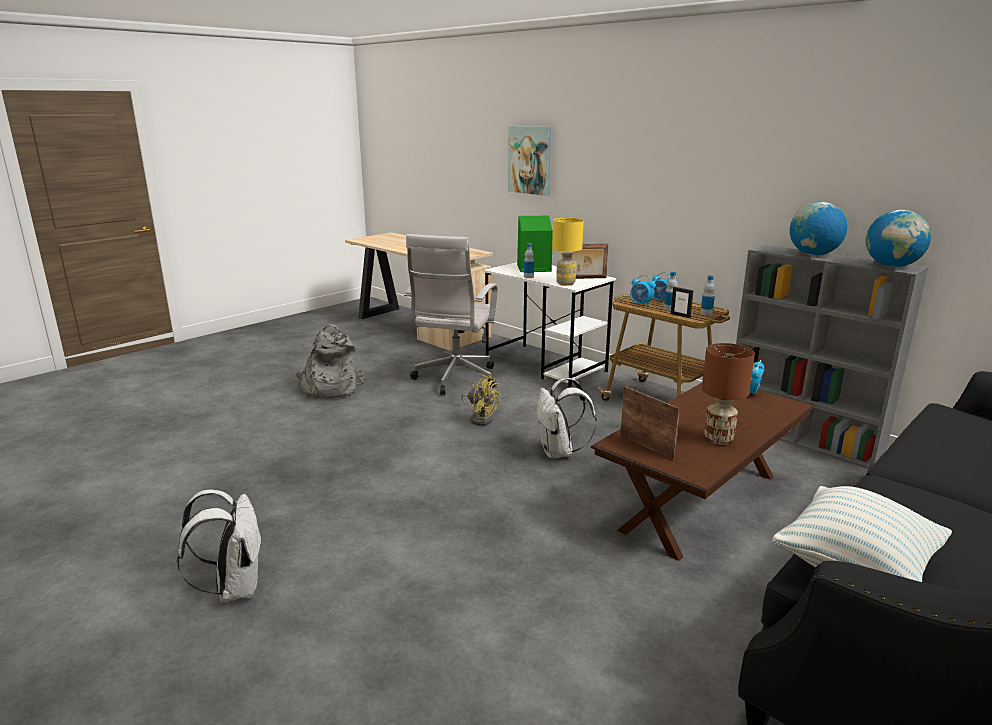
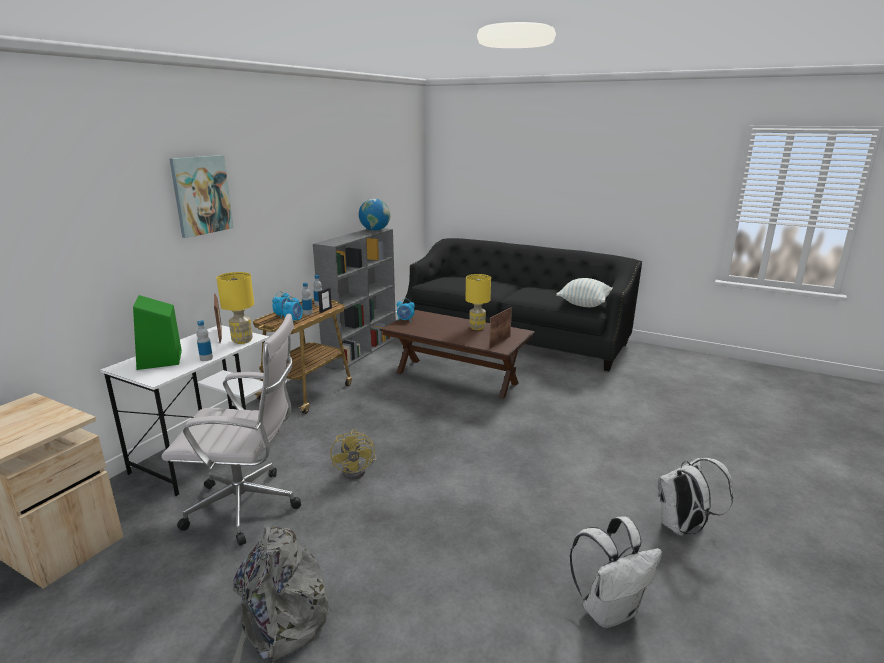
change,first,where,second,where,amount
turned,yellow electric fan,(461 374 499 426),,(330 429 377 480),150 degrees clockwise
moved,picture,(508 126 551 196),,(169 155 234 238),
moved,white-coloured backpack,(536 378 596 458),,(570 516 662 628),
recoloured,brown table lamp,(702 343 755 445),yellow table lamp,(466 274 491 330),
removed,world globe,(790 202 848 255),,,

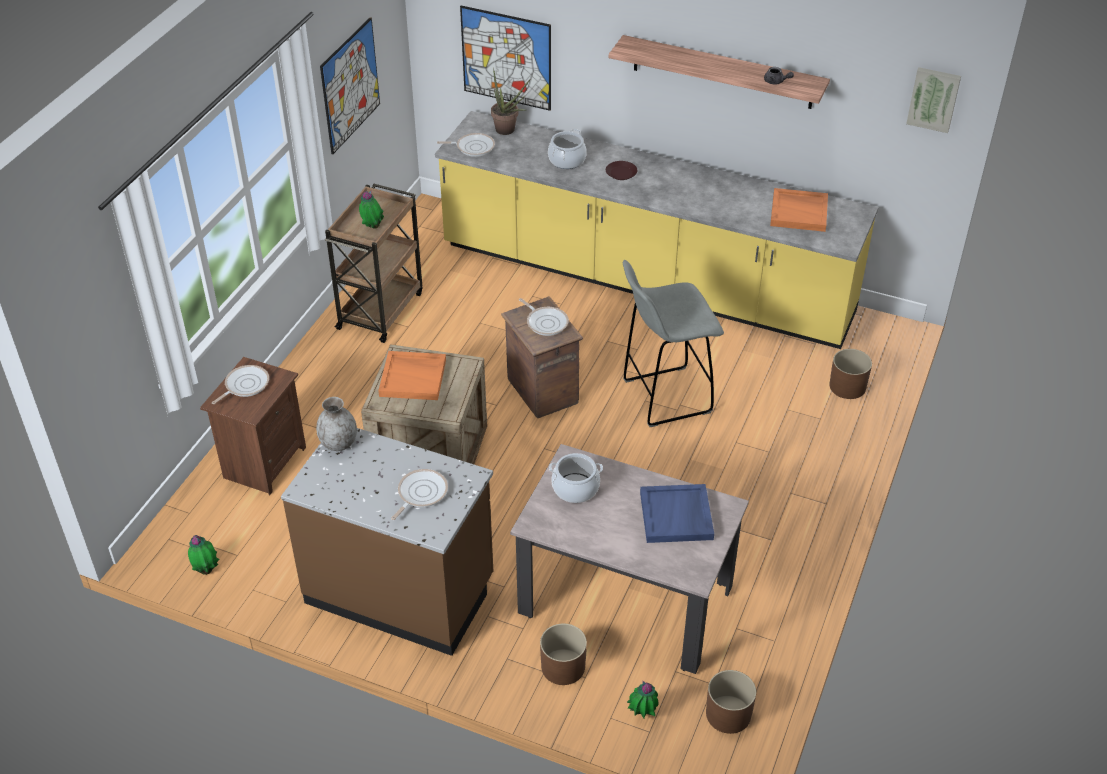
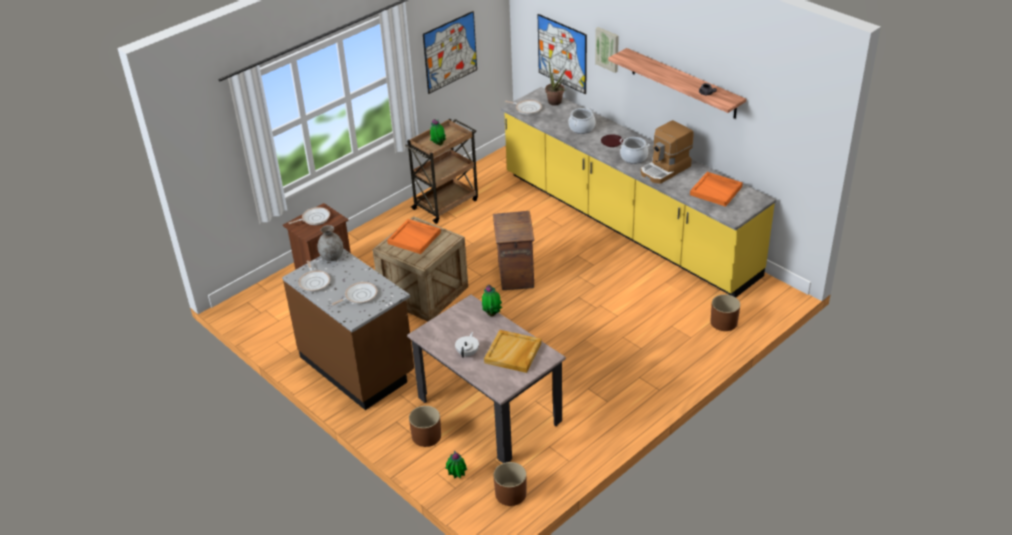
change,first,where,second,where,amount
moved,potted plant,(188 535 219 575),,(482 285 502 316),
moved,frying pan,(519 298 569 336),,(298 261 330 292),
moved,saucepot,(549 453 603 503),,(620 137 650 164),
removed,grey stool,(623 260 724 427),,,
recoloured,blue-coloured tray,(640 484 714 543),beige tray,(484 330 542 373),
moved,picture,(906 67 961 133),,(595 27 619 73),
added,,,white-coloured tea pot,(455 332 479 358),
added,,,coffee maker,(641 120 694 184),

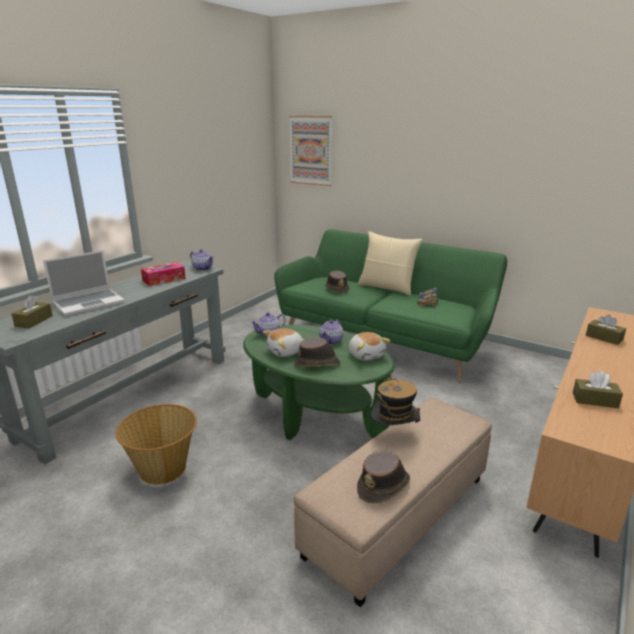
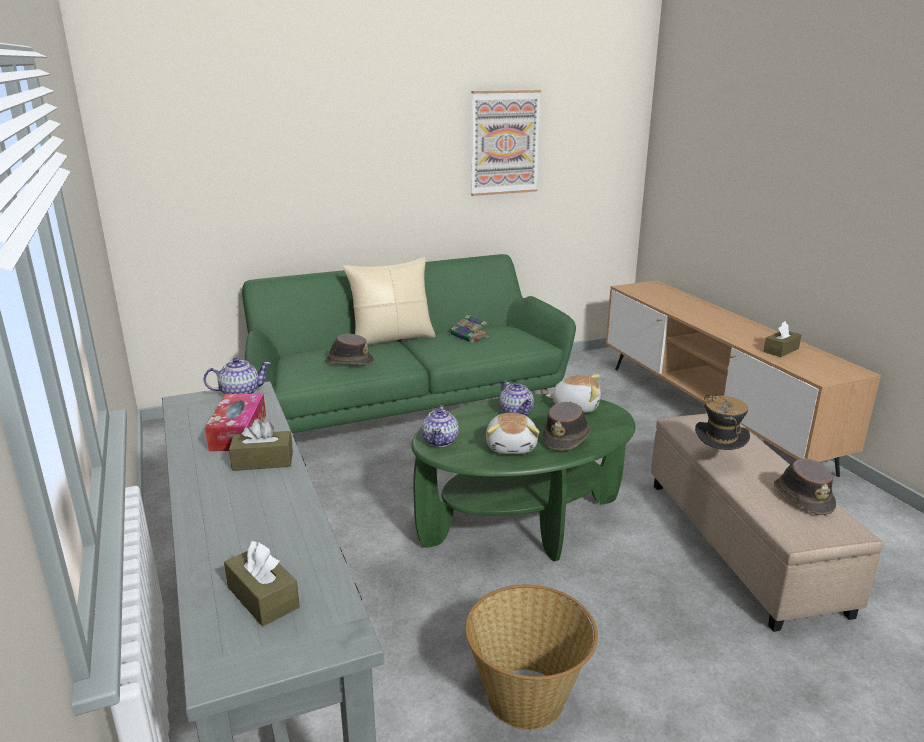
change,first,where,second,where,amount
removed,portable computer,(43 250 125 316),,,
moved,picture,(289 116 332 186),,(471 90 541 196),
moved,brown tissue holder,(586 314 626 345),,(229 419 293 471),

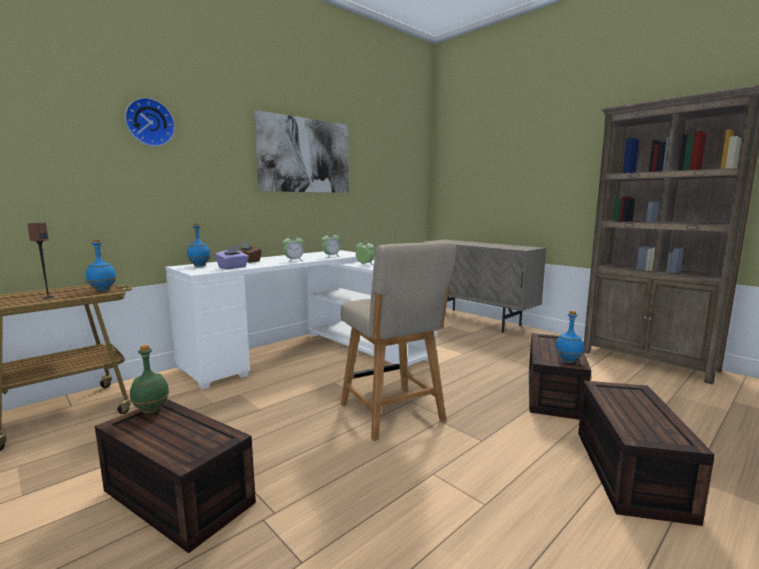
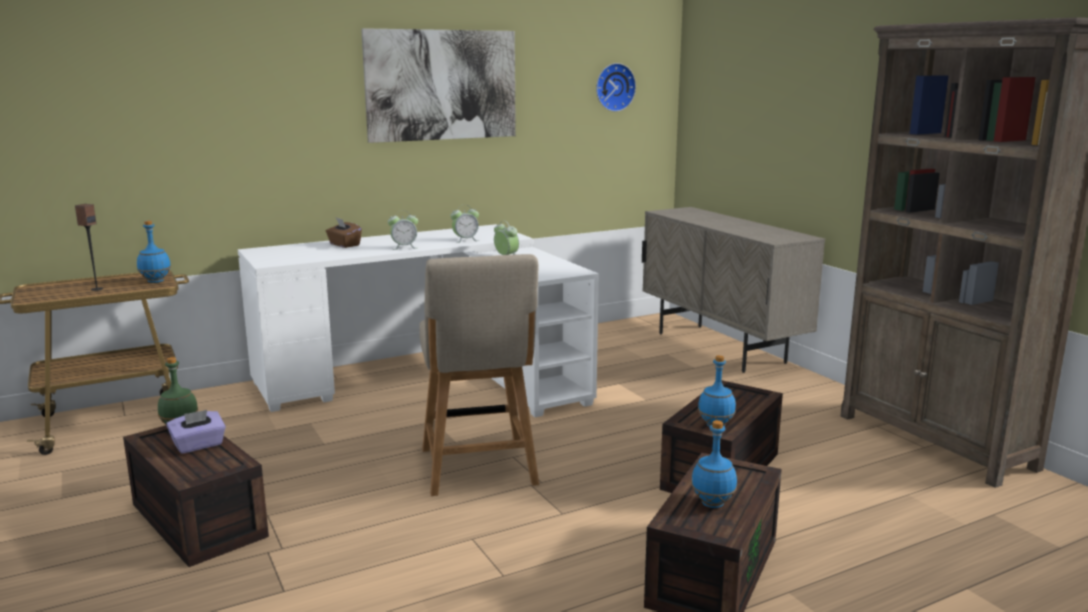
change,first,where,second,where,amount
moved,clock on the wall,(125 98 175 146),,(596 63 636 112),
moved,blue-coloured drink bottle,(187 223 211 267),,(691 420 737 508),
moved,purple-coloured tissue holder,(215 246 249 269),,(167 410 226 454),

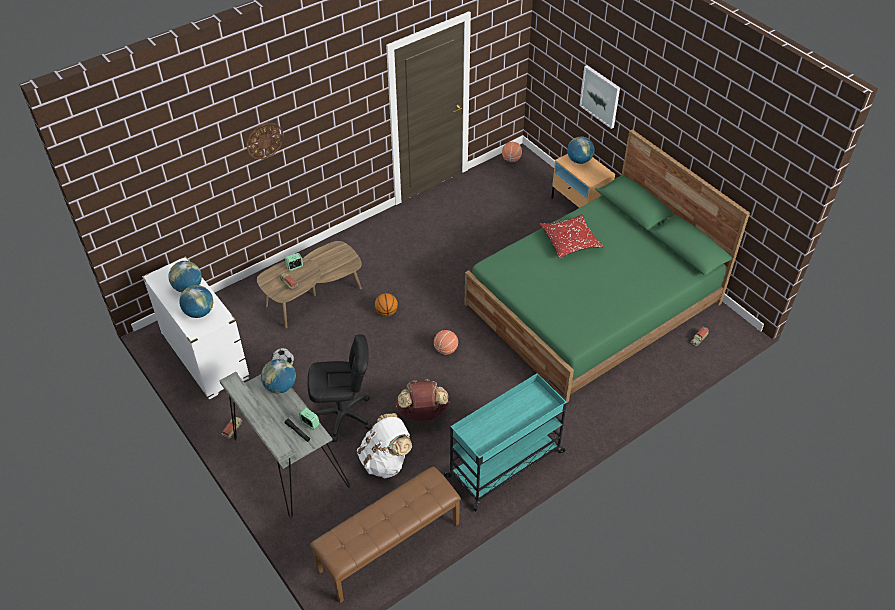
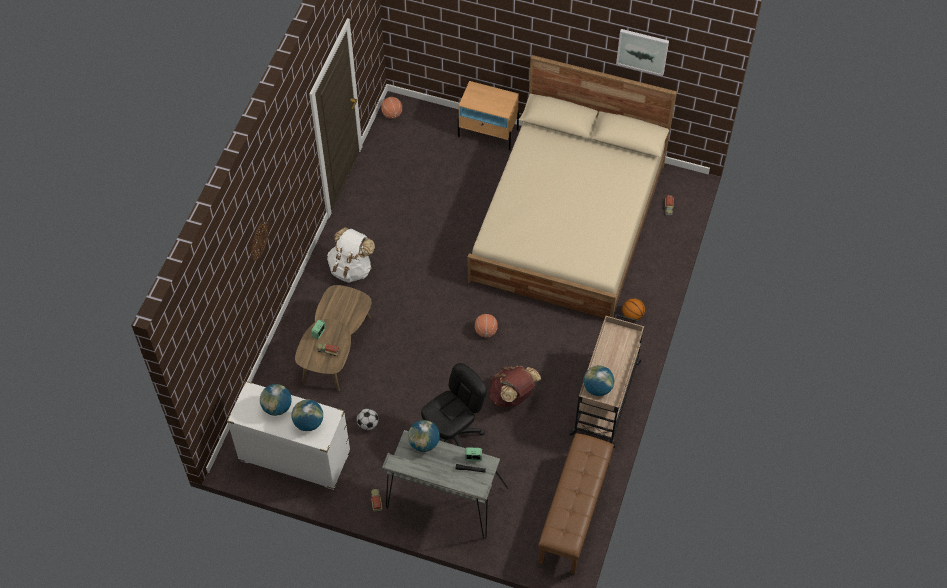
change,first,where,second,where,amount
moved,white-coloured backpack,(357 413 412 479),,(327 227 375 283),
moved,basketball ball,(375 293 398 316),,(622 298 645 321),
recoloured,turquoise-coloured trolley,(443 373 567 511),beige trolley,(568 314 644 448),
recoloured,green-coloured bedroom bed,(465 129 750 402),beige bedroom bed,(468 55 677 318),
removed,red cushion,(540 214 604 258),,,
moved,world globe,(567 136 594 164),,(583 365 614 396),
moved,picture,(579 65 620 129),,(616 29 669 76),

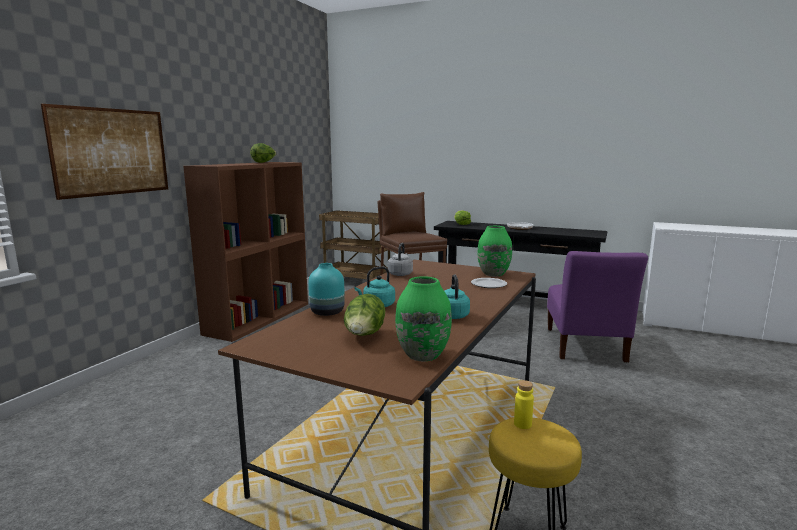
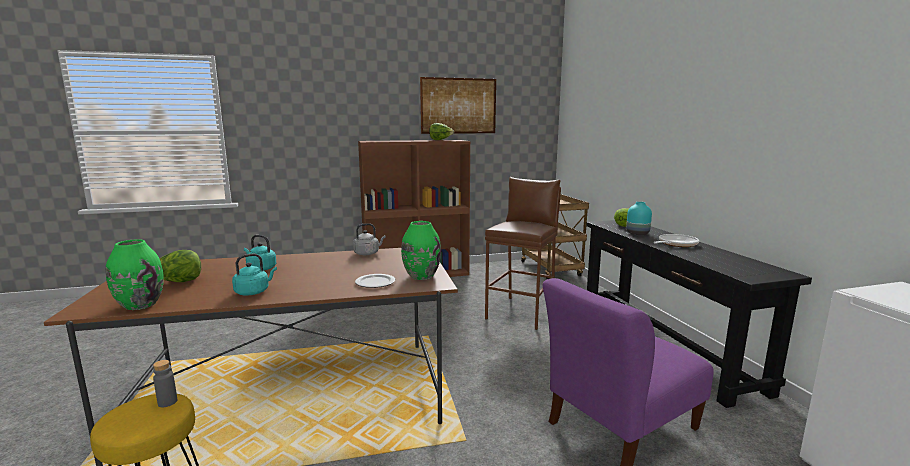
change,first,where,second,where,amount
moved,picture,(41 104 168 200),,(420 77 496 134),
moved,turquoise-coloured decorative vase,(308 263 345 316),,(626 202 652 235),
recoloured,yellow drink bottle,(514 380 534 429),grey drink bottle,(153 360 177 407),

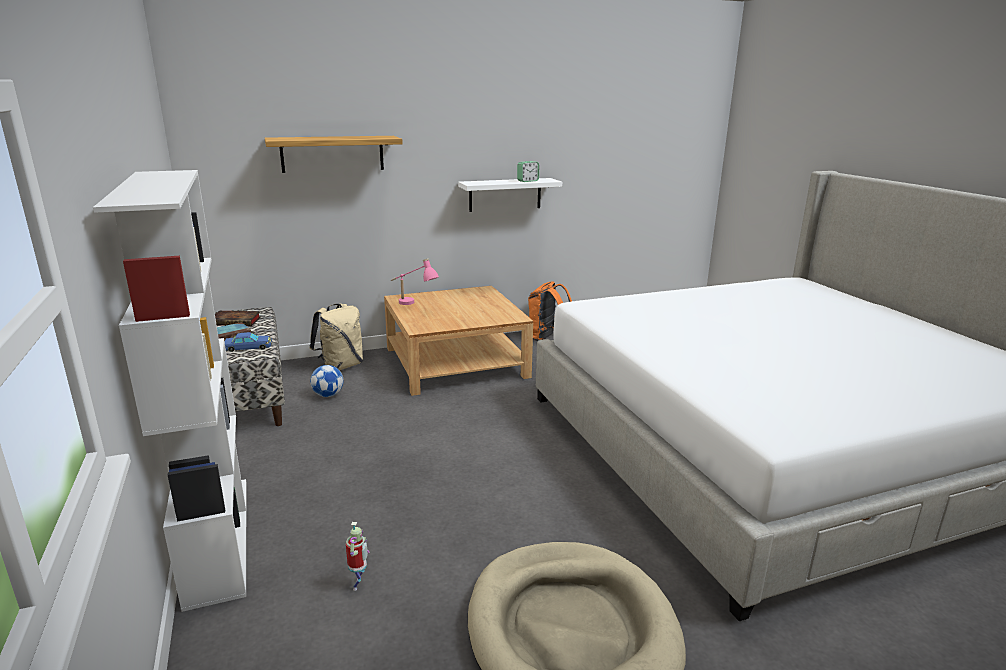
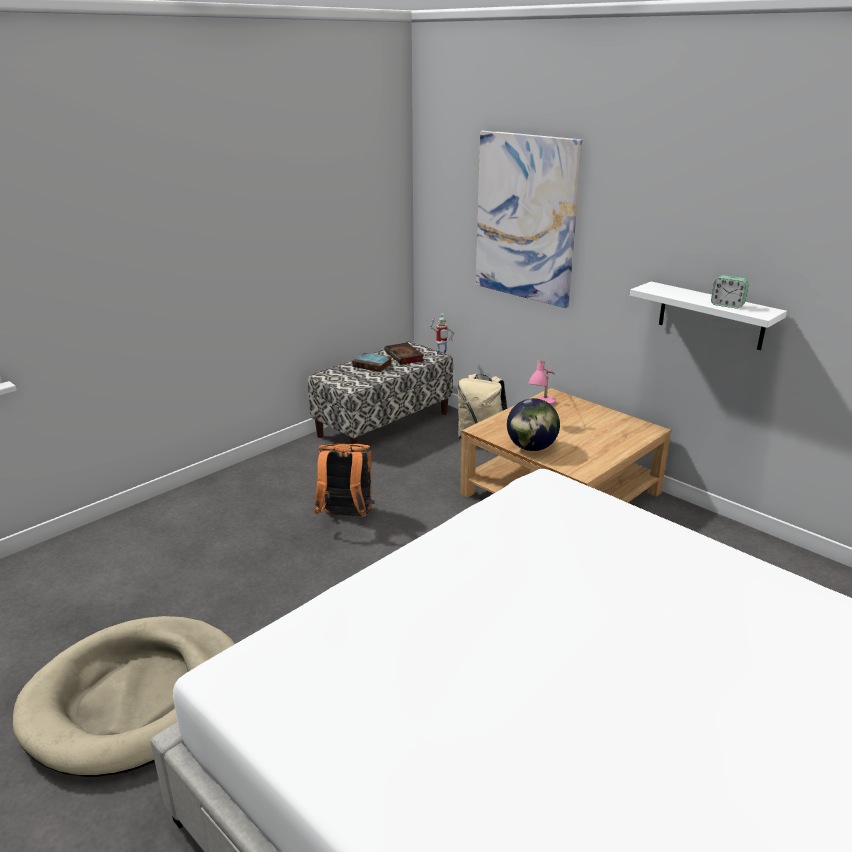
change,first,where,second,where,amount
removed,white-coloured shelving unit,(93 170 246 612),,,
removed,blue-coloured miniature car,(224 332 272 352),,,
replaced,bracket shelf,(265 136 403 173),picture,(476 130 583 308),
removed,football,(310 365 344 397),,,
moved,toy robot,(346 522 370 591),,(430 314 454 356),
moved,orangey backpack,(528 282 572 341),,(314 444 375 517),
added,,,world globe,(507 398 560 451),

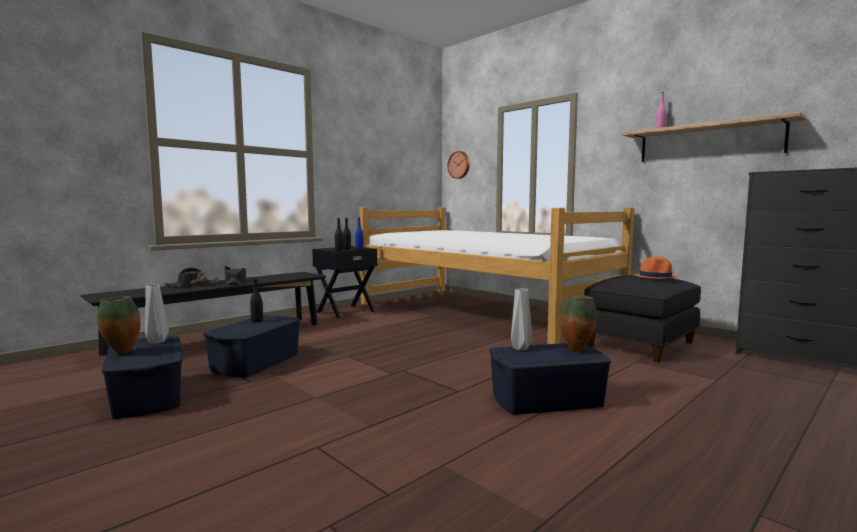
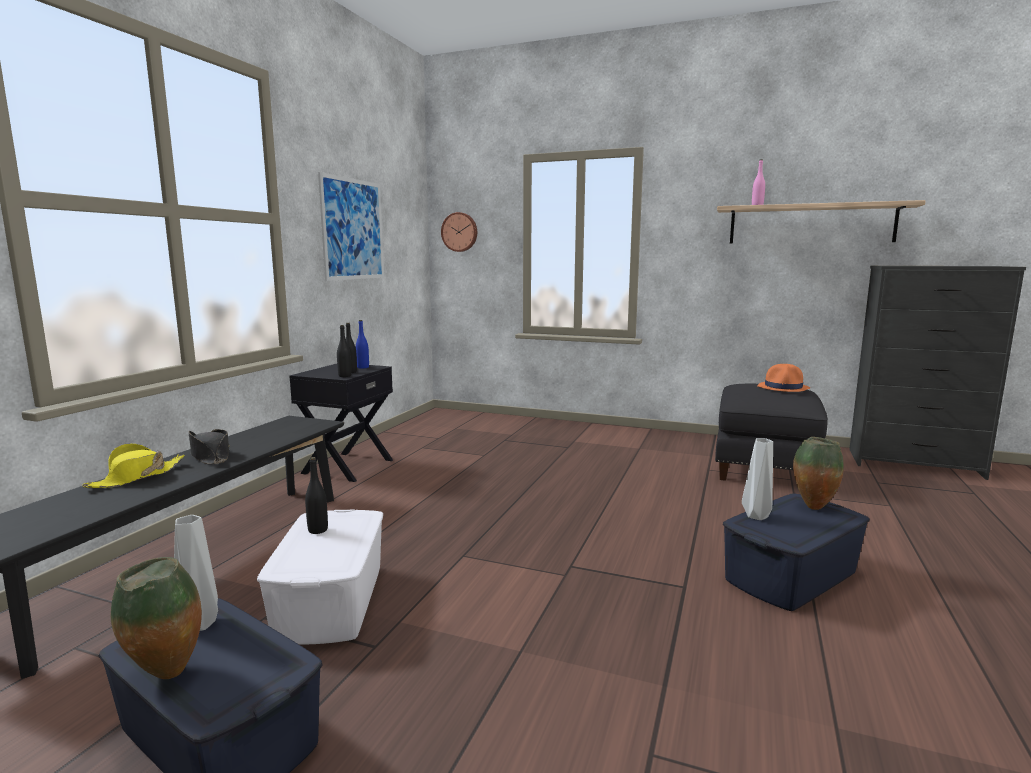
change,first,where,second,where,amount
recoloured,black-coloured wearable hat,(164 268 219 287),yellow wearable hat,(82 444 184 488),
recoloured,blue-coloured storage bin,(203 315 300 377),white-coloured storage bin,(257 509 383 644),
removed,bedroom bed,(359 207 634 344),,,
added,,,picture,(318 172 384 281),

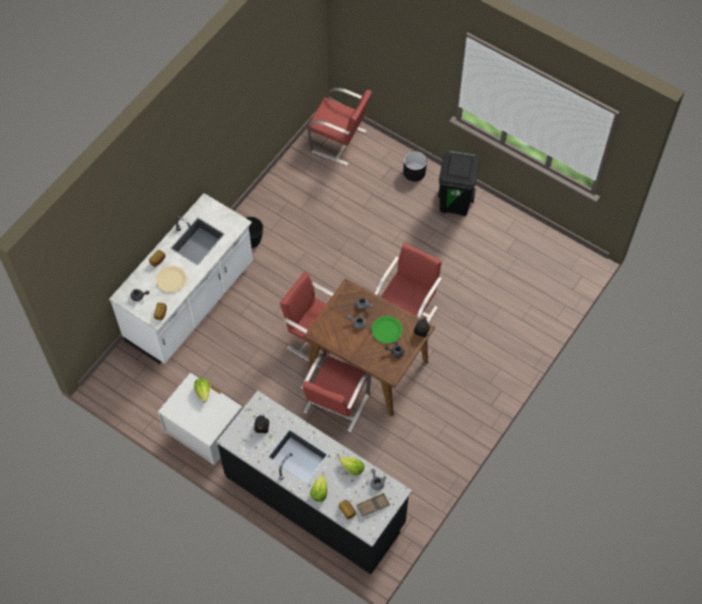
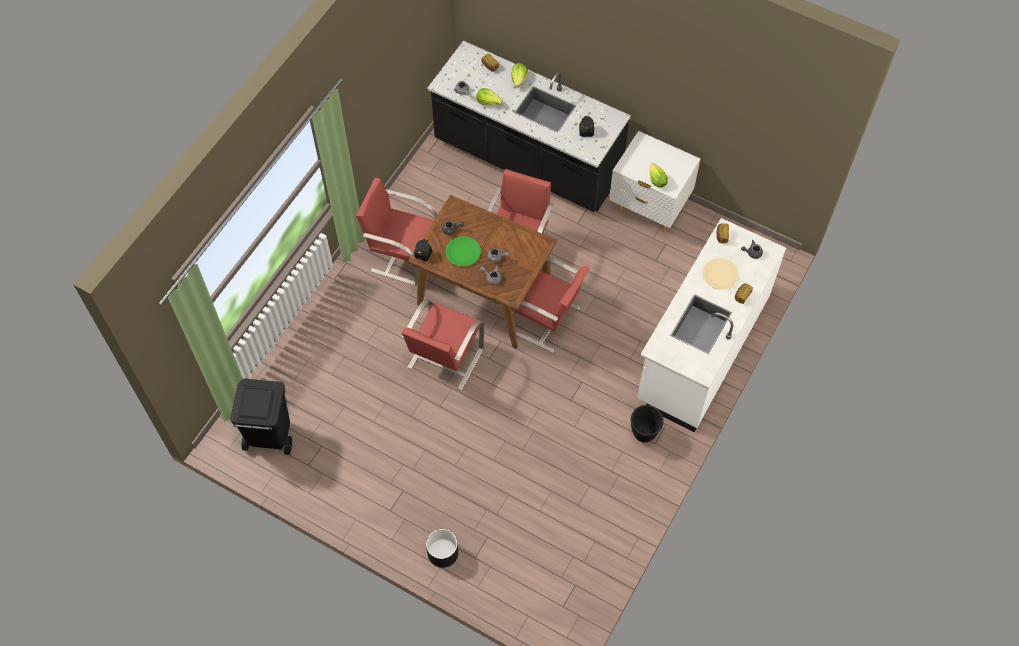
change,first,where,second,where,amount
moved,red plain chair,(307 88 372 166),,(356 178 438 286),
removed,brown tray,(356 493 390 517),,,
moved,black-coloured waste bin,(438 150 479 216),,(230 379 292 455),

